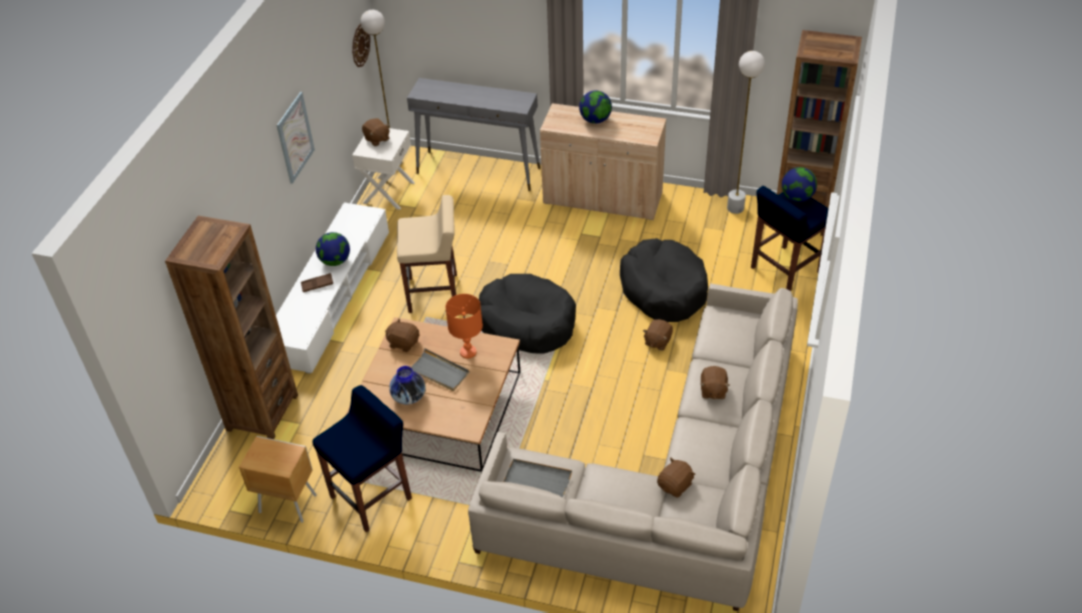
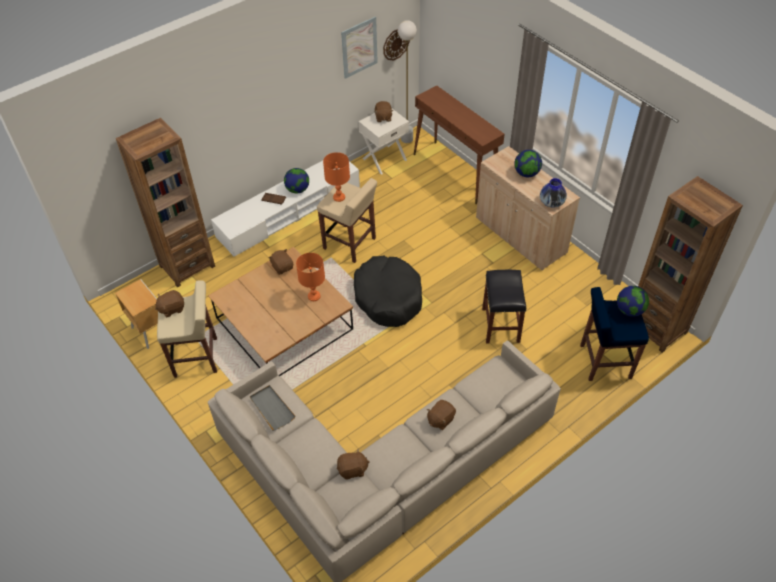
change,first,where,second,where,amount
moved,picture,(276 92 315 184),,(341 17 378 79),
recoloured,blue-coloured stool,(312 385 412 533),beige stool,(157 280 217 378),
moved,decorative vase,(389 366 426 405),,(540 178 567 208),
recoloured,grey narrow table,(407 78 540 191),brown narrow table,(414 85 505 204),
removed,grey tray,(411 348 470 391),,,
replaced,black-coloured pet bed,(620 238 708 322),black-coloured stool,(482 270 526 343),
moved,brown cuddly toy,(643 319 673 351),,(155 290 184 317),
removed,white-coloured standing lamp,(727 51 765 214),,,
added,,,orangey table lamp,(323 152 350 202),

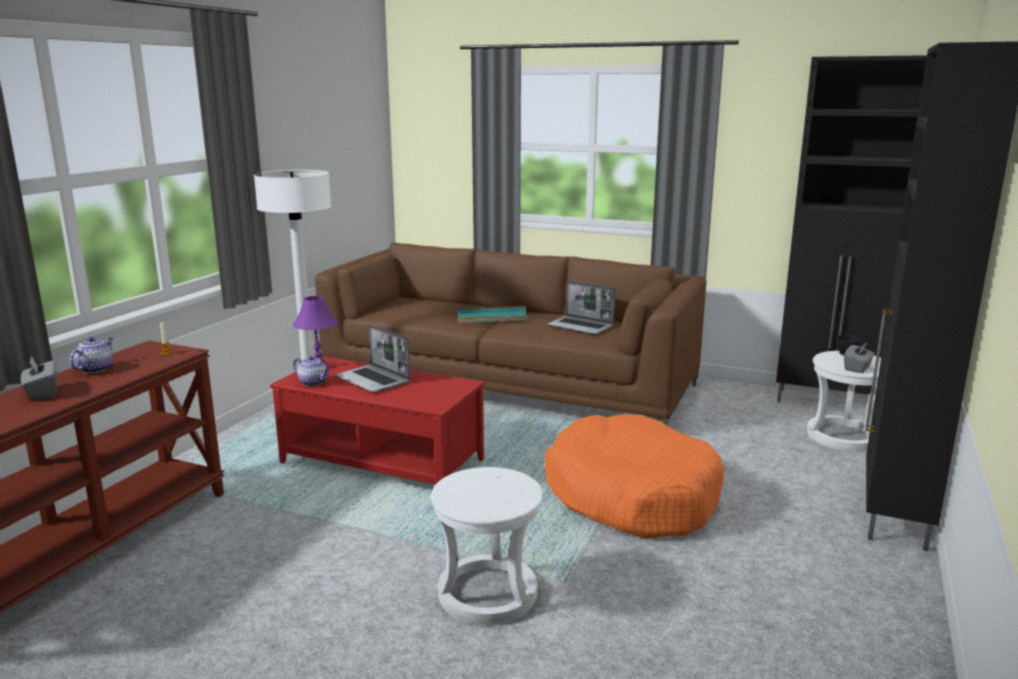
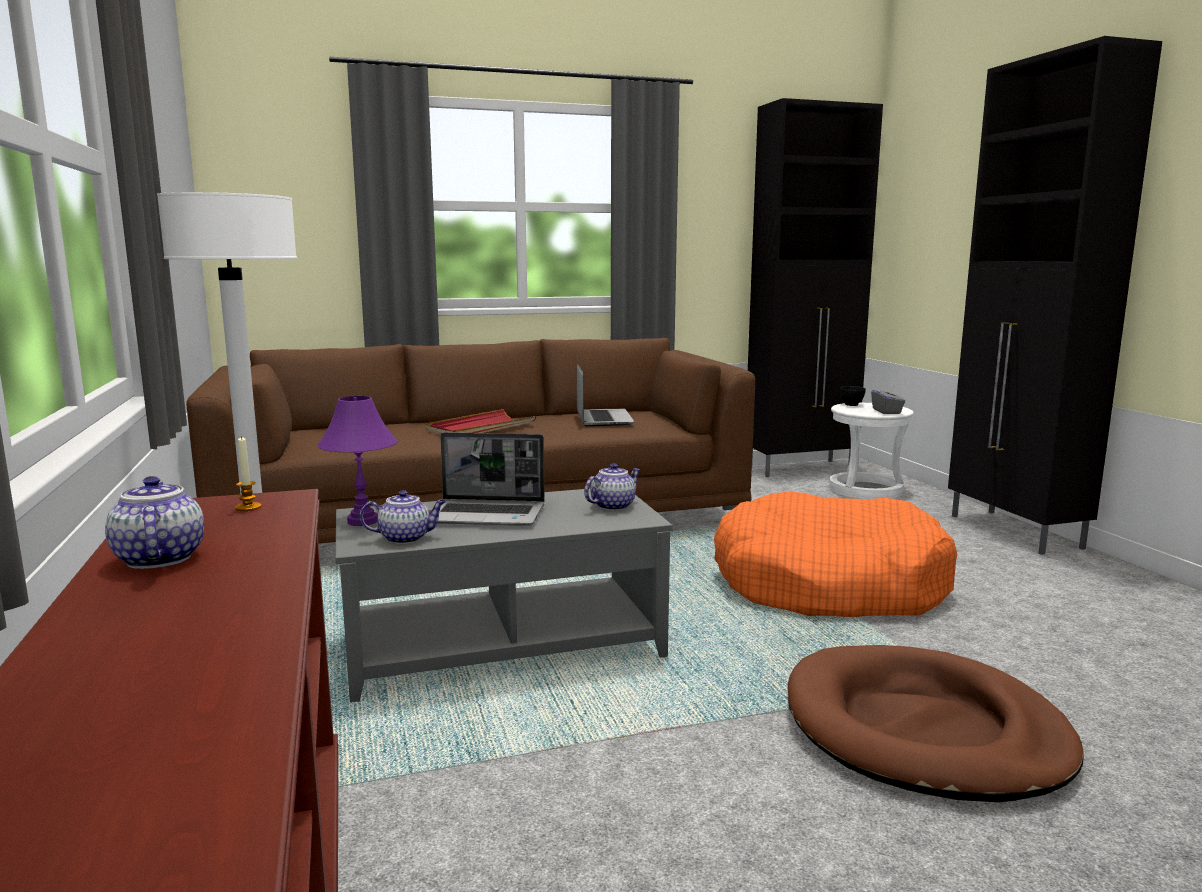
change,first,where,second,where,amount
removed,grey tissue holder,(21 356 57 400),,,
recoloured,red lounge table,(270 357 485 485),grey lounge table,(335 488 673 703),
replaced,white-coloured stool,(431 467 543 625),brown pet bed,(788 645 1084 802),
recoloured,turquoise-coloured tray,(458 306 529 323),red tray,(426 409 536 434),
turned,portable computer,(547 281 616 335),,(577 364 634 427),90 degrees counterclockwise
added,,,tea pot,(584 463 641 511),

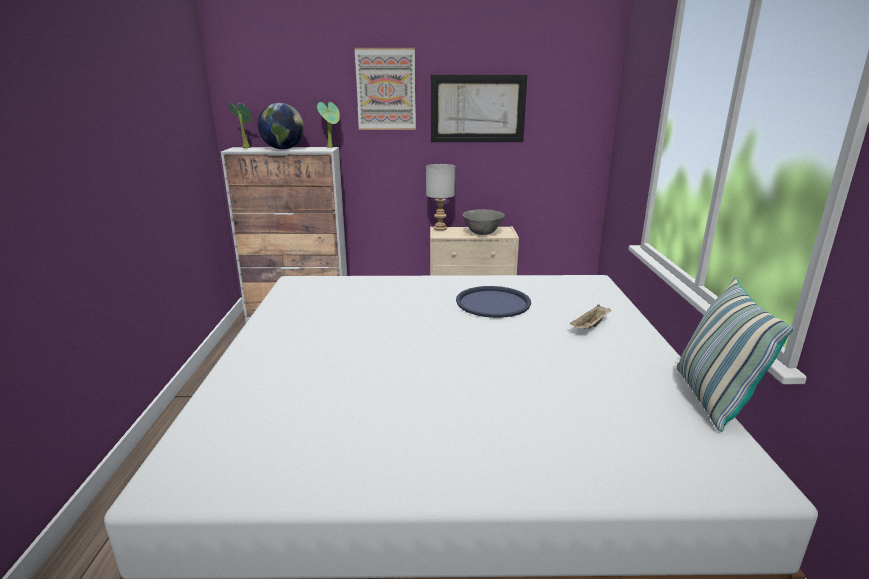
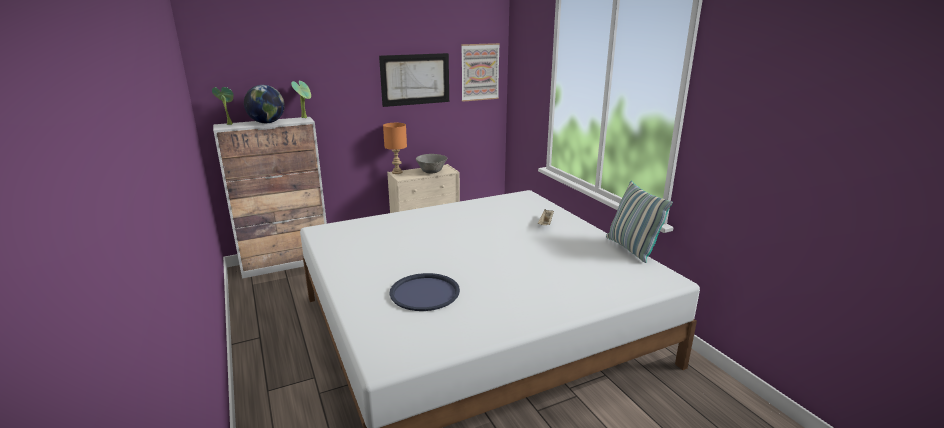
change,first,where,second,where,amount
moved,picture,(355 48 416 130),,(461 43 500 102),
recoloured,grey table lamp,(426 164 455 231),orangey table lamp,(383 123 407 174),
moved,blue-coloured tray,(456 286 531 318),,(390 273 460 311),

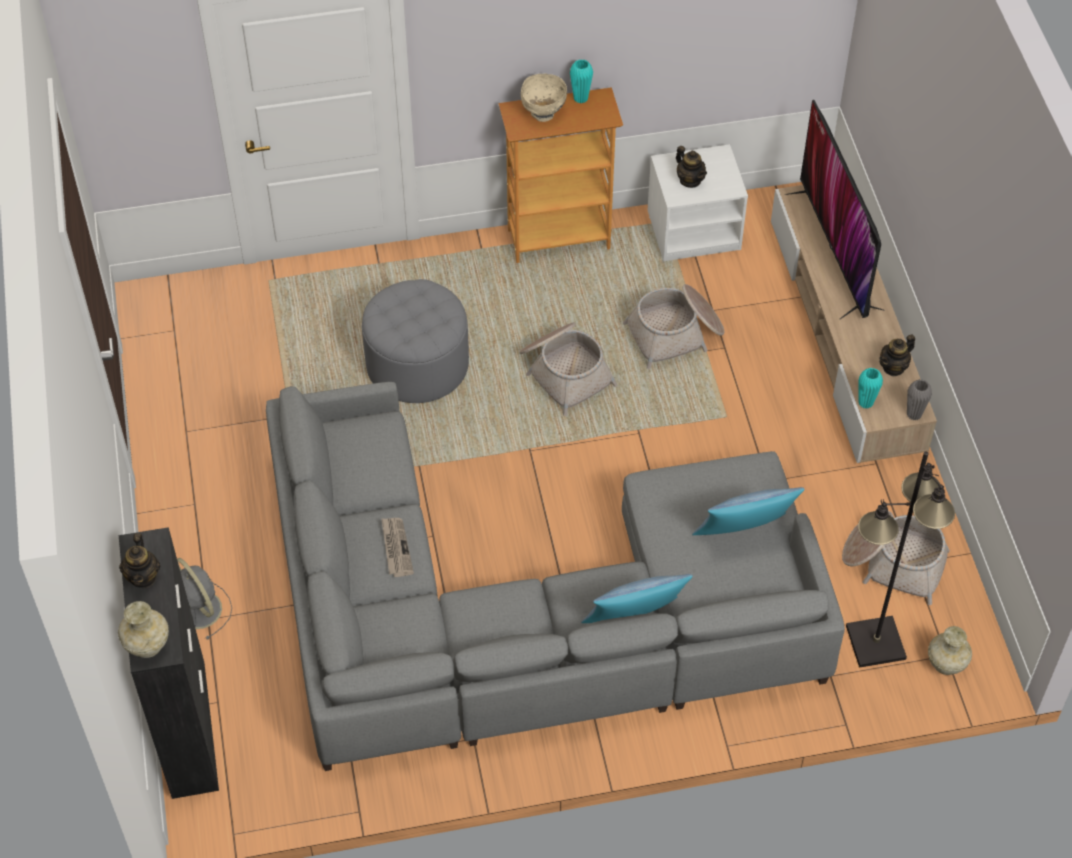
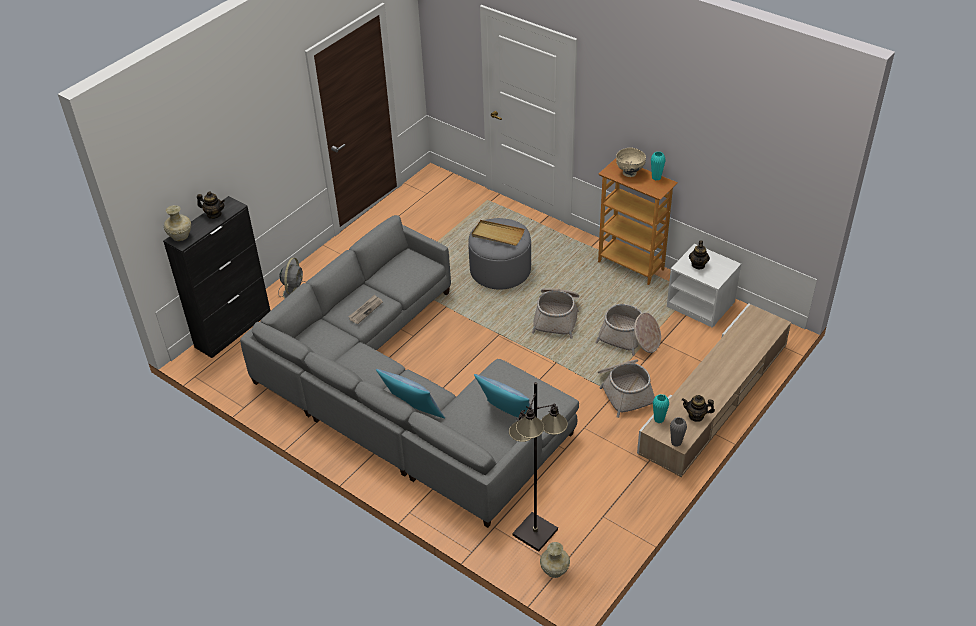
change,first,where,second,where,amount
turned,tea pot,(119 533 160 588),,(197 191 225 219),120 degrees counterclockwise
removed,television,(784 100 885 320),,,
moved,storage basket,(842 511 950 605),,(598 359 655 418),
added,,,beige tray,(471 220 525 246),

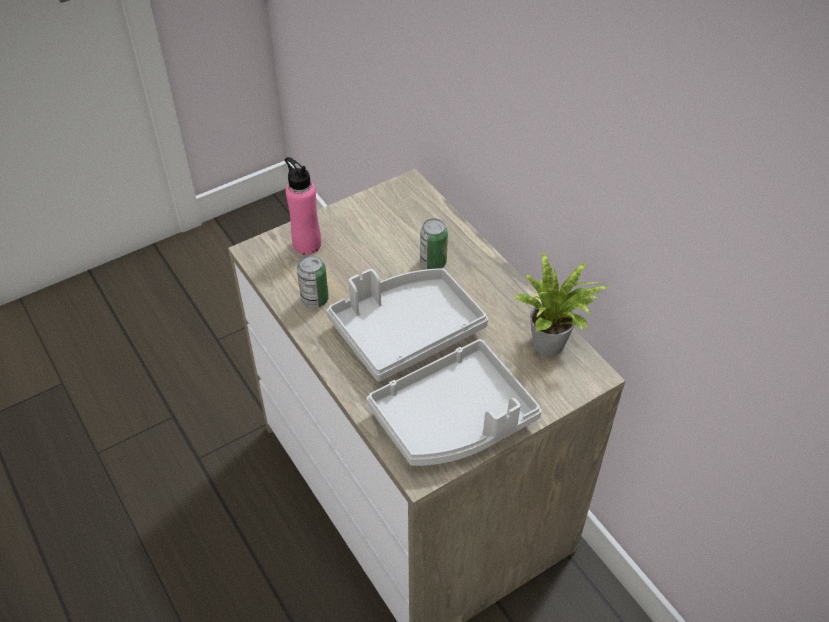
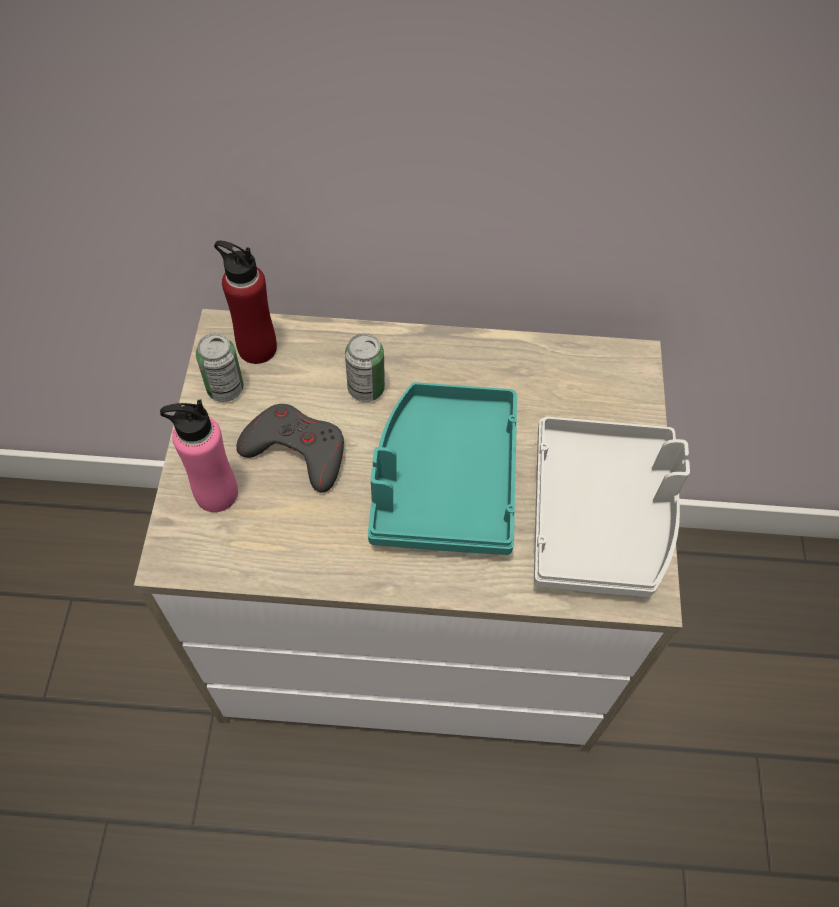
change,first,where,second,where,amount
moved,can,(297 255 329 308),,(196 333 244 402),
recoloured,grey tray,(327 268 488 382),turquoise-coloured tray,(368 382 517 555),
removed,potted plant,(514 252 610 356),,,
added,,,red drink bottle,(214 241 277 364),
added,,,grey joypad,(236 404 344 492),

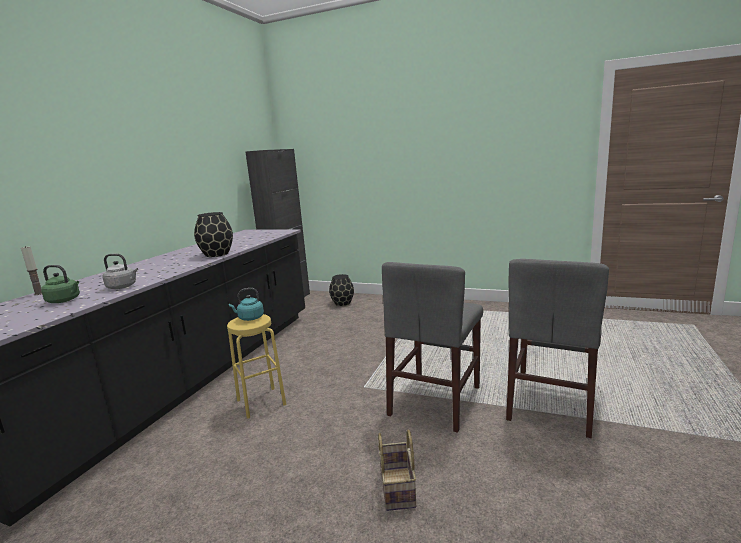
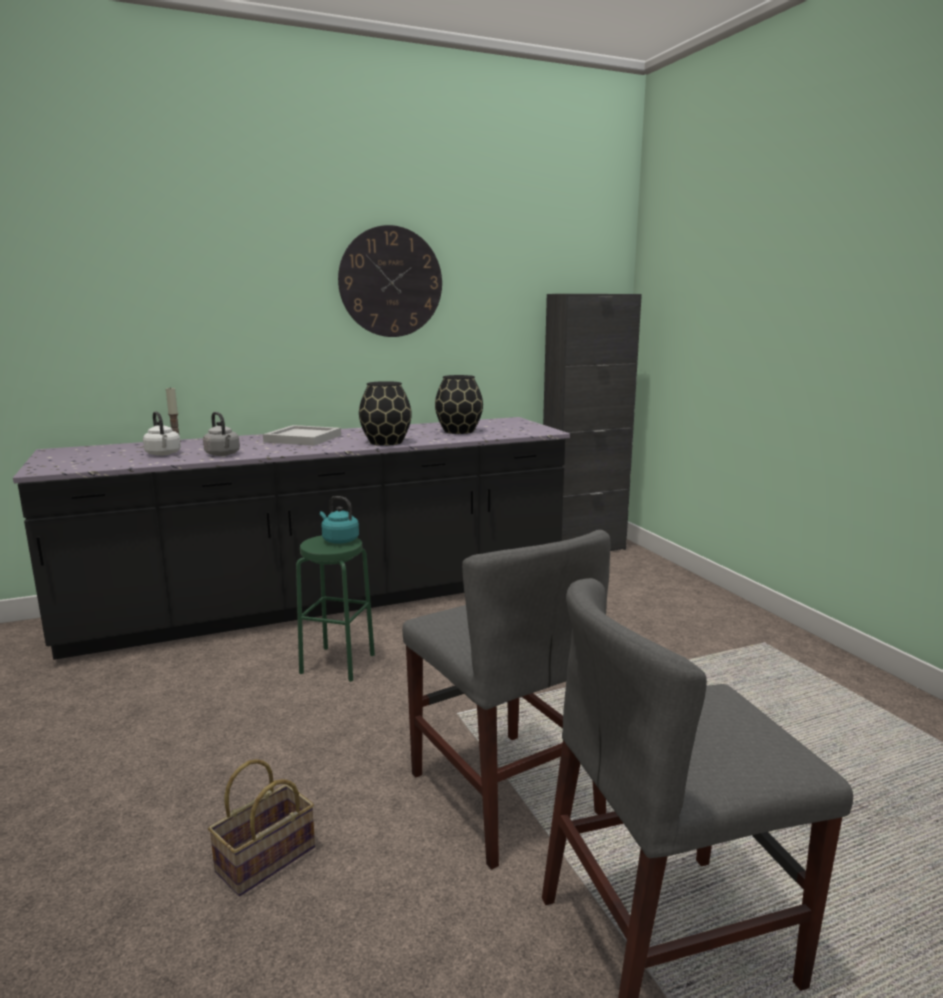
change,first,where,second,where,amount
recoloured,green-coloured kettle,(41 265 80 303),white-coloured kettle,(143 411 181 456),
recoloured,yellow stool,(227 314 286 419),green-coloured stool,(296 535 375 682),
moved,black-coloured decorative vase,(329 274 354 306),,(435 375 483 434),
turned,grey plain chair,(382 262 483 433),,(402 530 610 870),105 degrees counterclockwise
added,,,white-coloured tray,(263 425 341 446),
added,,,clock on the wall,(338 225 442 337),

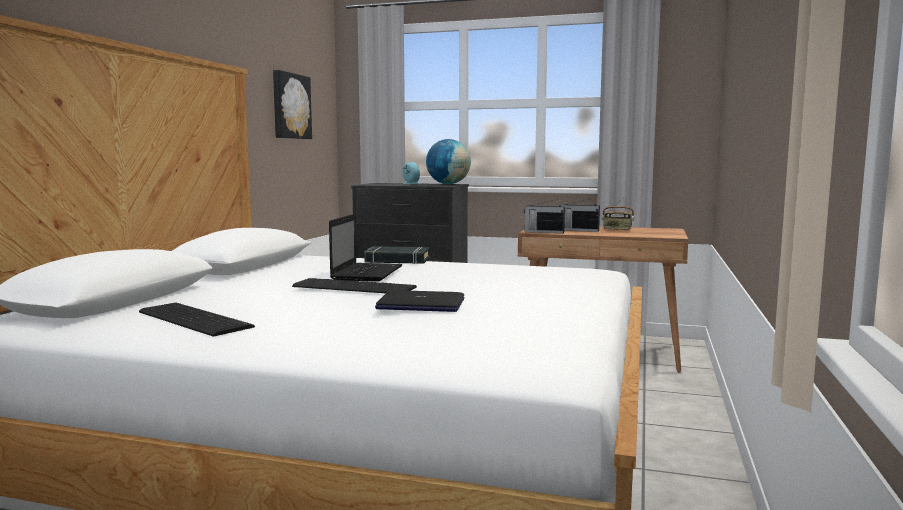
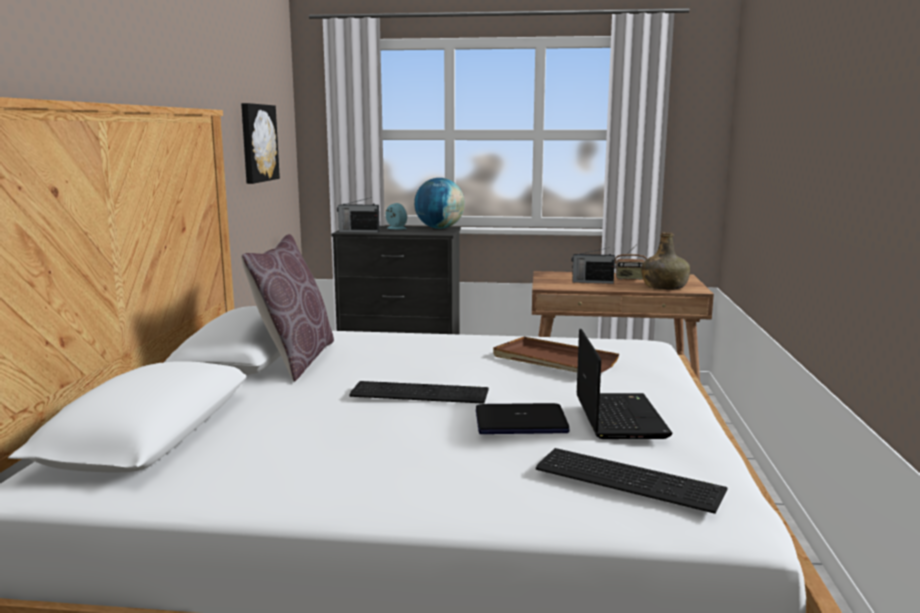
change,first,where,second,where,amount
moved,keyboard,(139 303 255 337),,(536 448 728 514),
moved,portable computer,(329 214 402 282),,(577 329 672 439),
removed,black-coloured bound book,(364 246 429 264),,,
moved,radio set,(524 199 565 233),,(337 197 380 233),
added,,,brown cushion,(241 234 334 382),
added,,,brown tray,(493 337 619 373),
added,,,green-coloured drink bottle,(641 232 690 290),

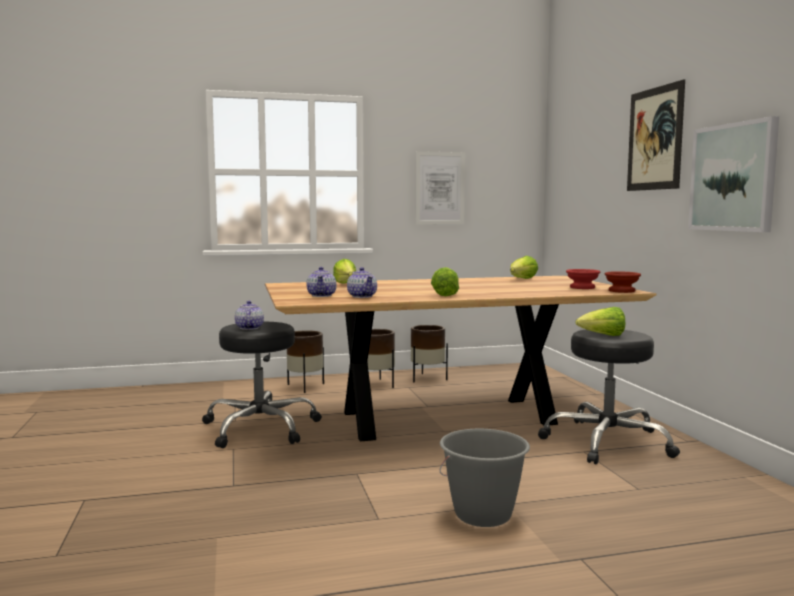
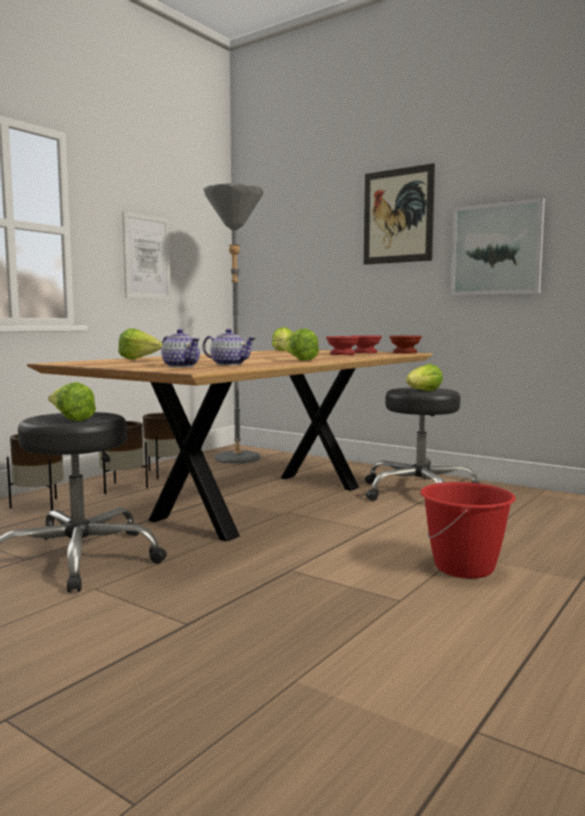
change,first,where,second,where,amount
replaced,tea pot,(235 301 264 330),lettuce,(48 382 96 421),
recoloured,grey pail,(439 429 530 527),red pail,(420 482 516 579),
added,,,grey standing lamp,(203 183 264 464),
added,,,red serving bowl,(326 336 360 355),

